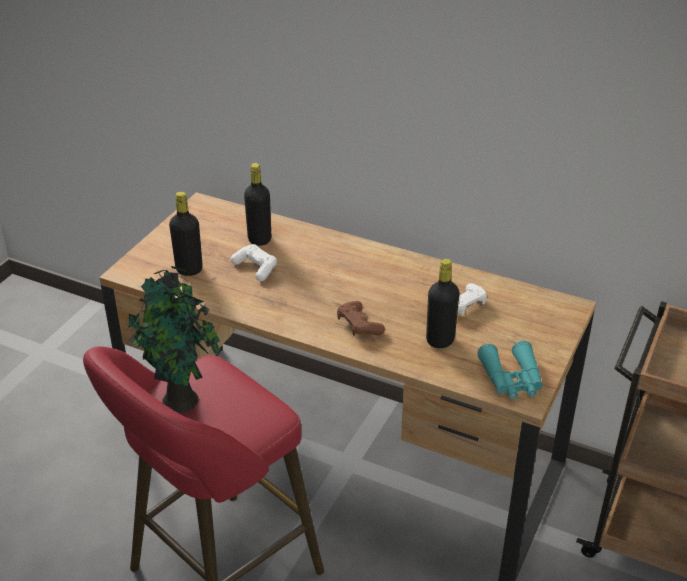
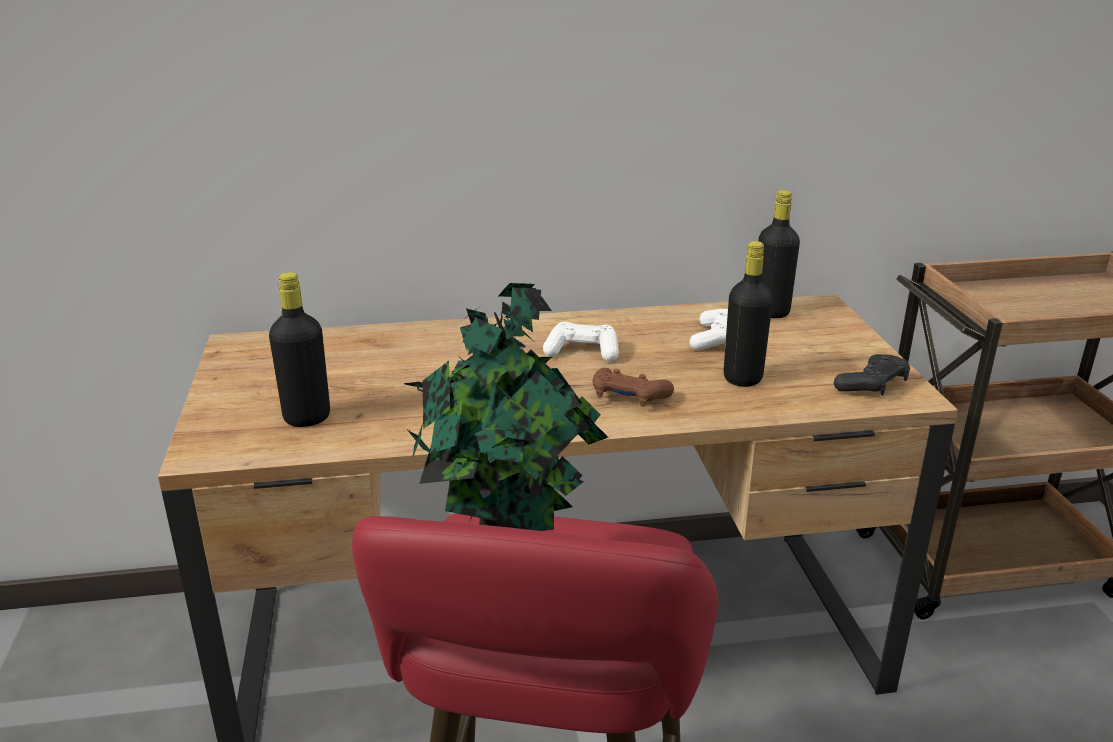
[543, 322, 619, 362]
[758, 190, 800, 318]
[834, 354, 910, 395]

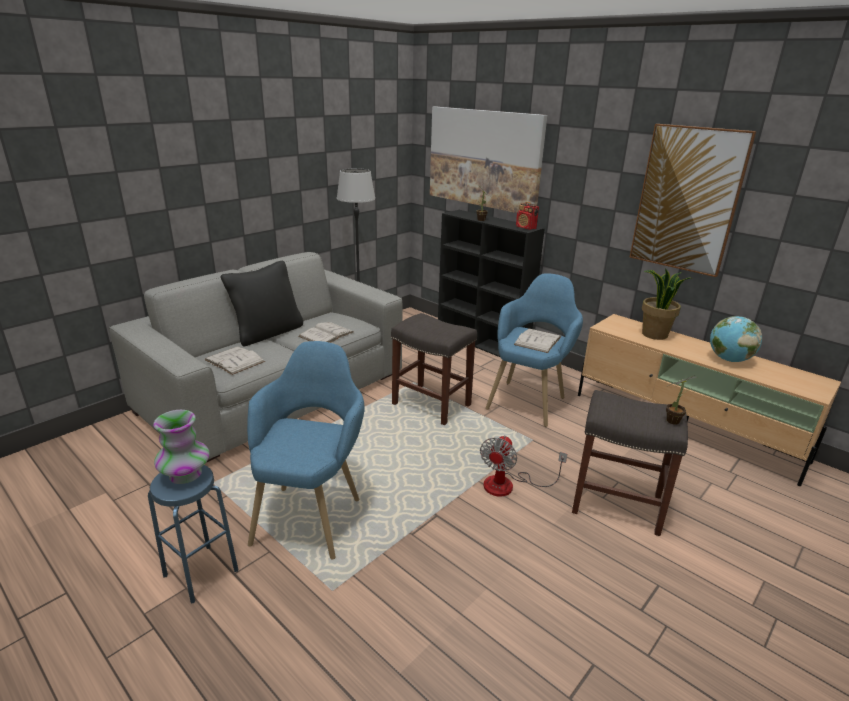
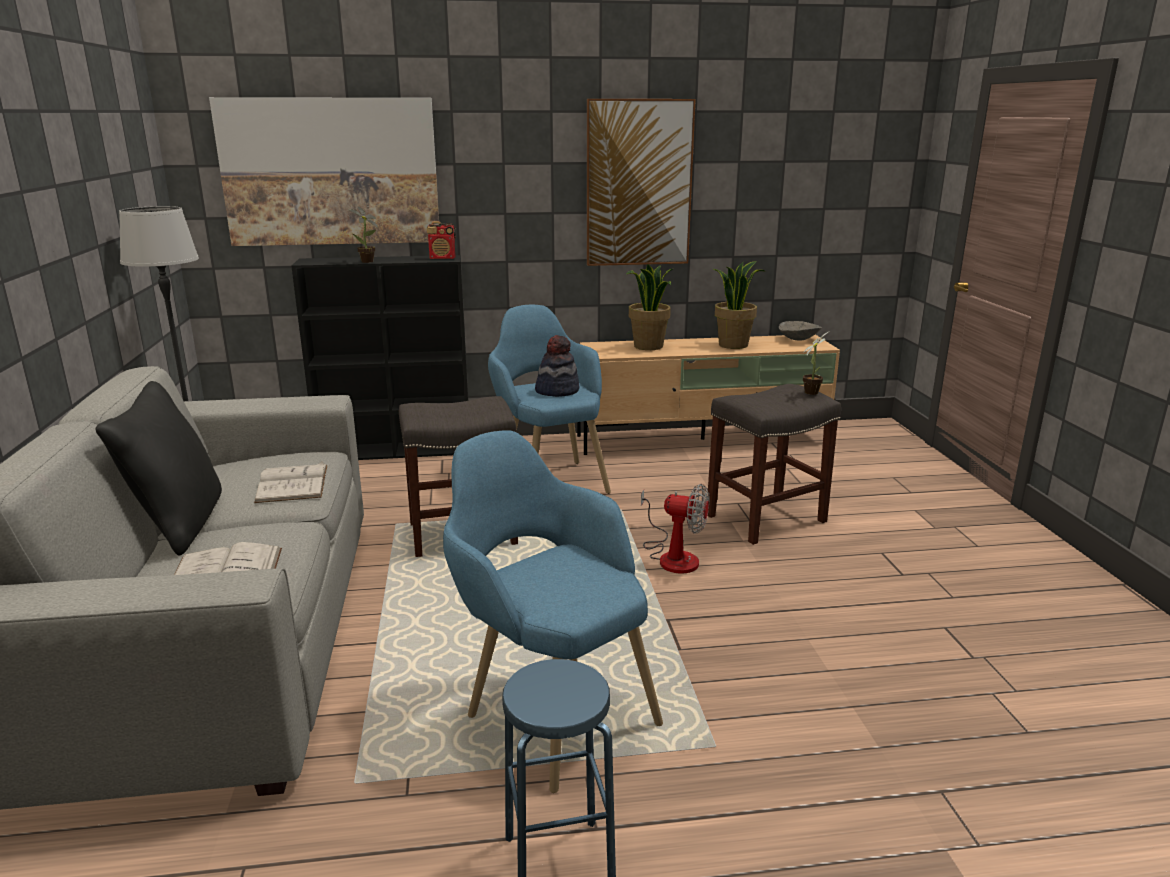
[153, 410, 210, 484] (first image)
[779, 321, 822, 340]
[535, 335, 579, 397]
[713, 261, 764, 349]
[641, 484, 709, 574]

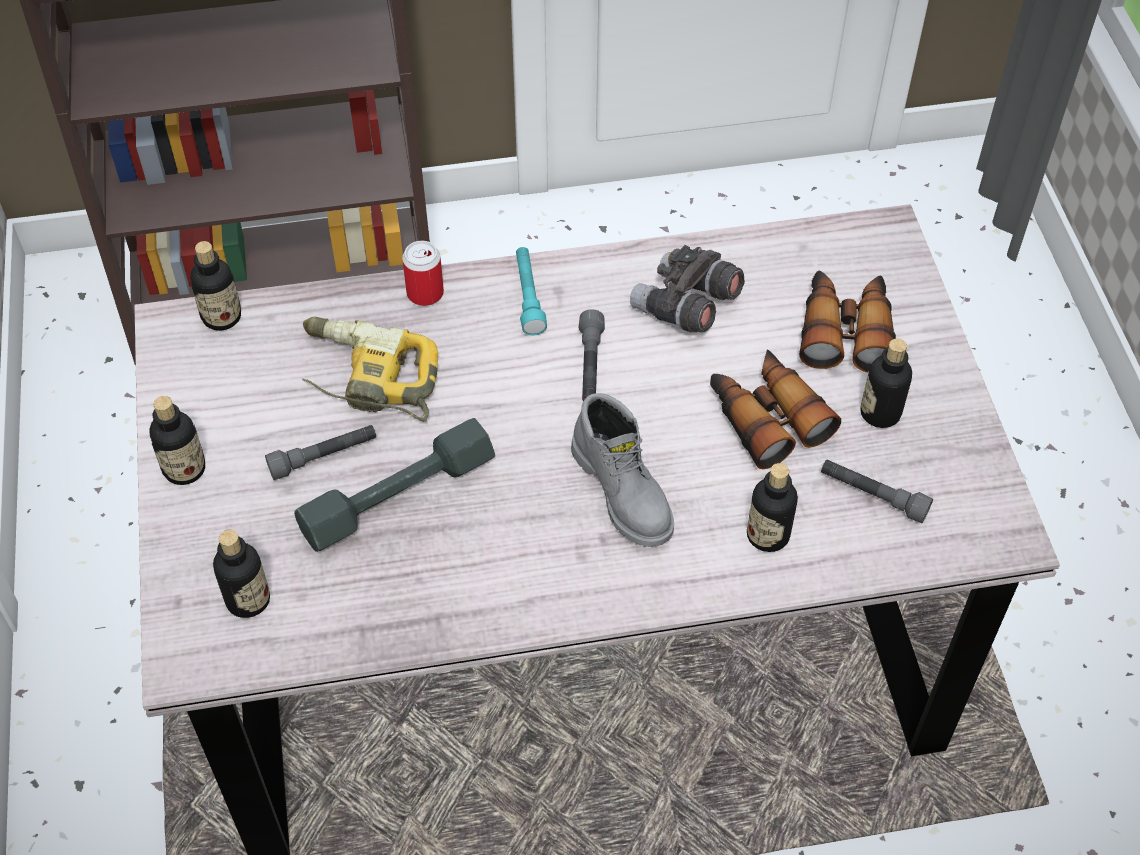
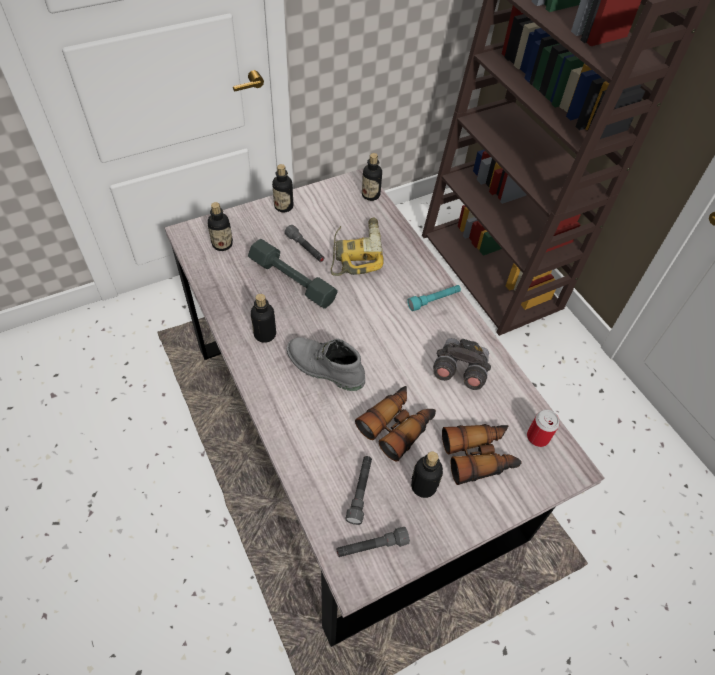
[527, 410, 560, 447]
[336, 527, 410, 557]
[251, 294, 276, 343]
[287, 337, 365, 391]

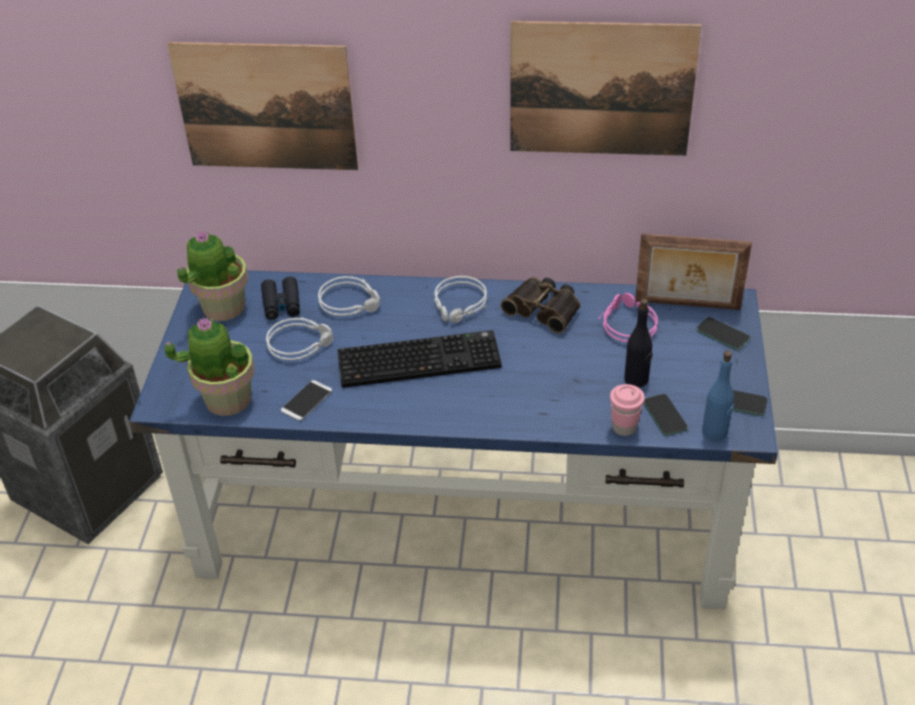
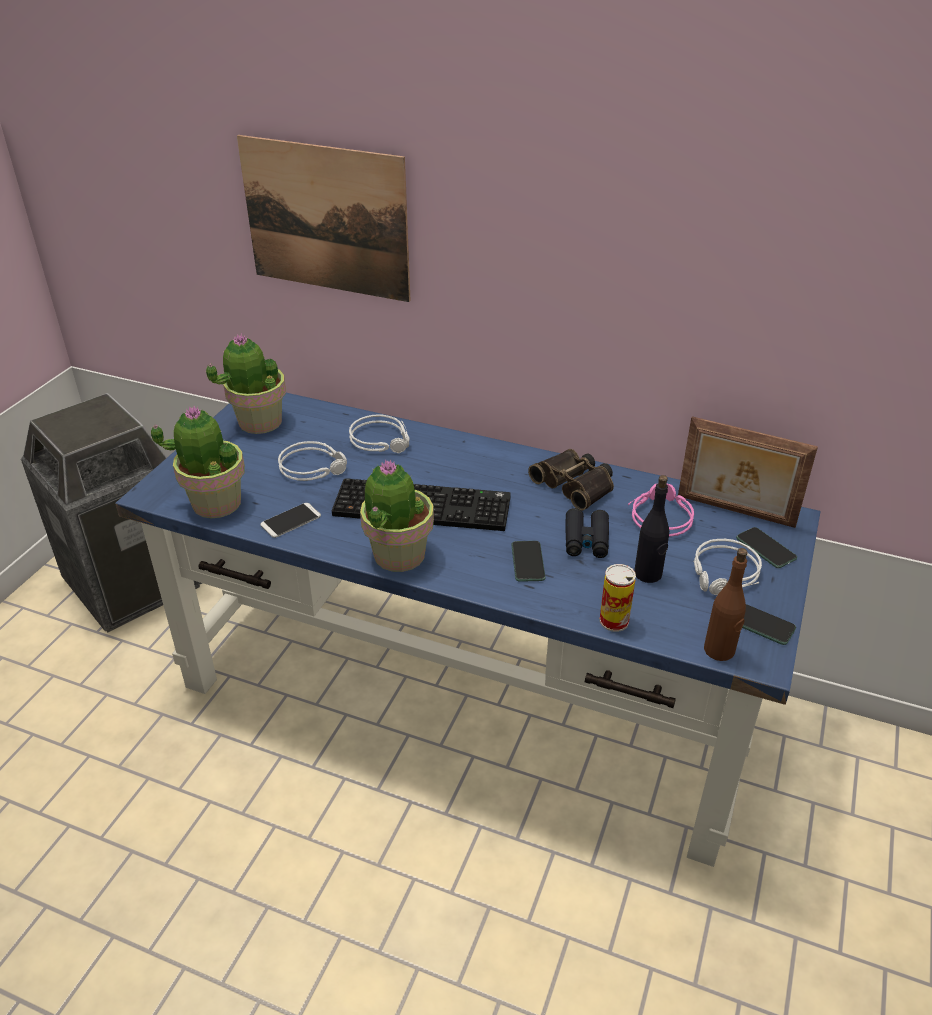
[510, 21, 702, 156] (first image)
[360, 459, 434, 572]
[565, 508, 609, 558]
[693, 539, 762, 595]
[511, 541, 545, 582]
[600, 564, 636, 632]
[704, 548, 747, 661]

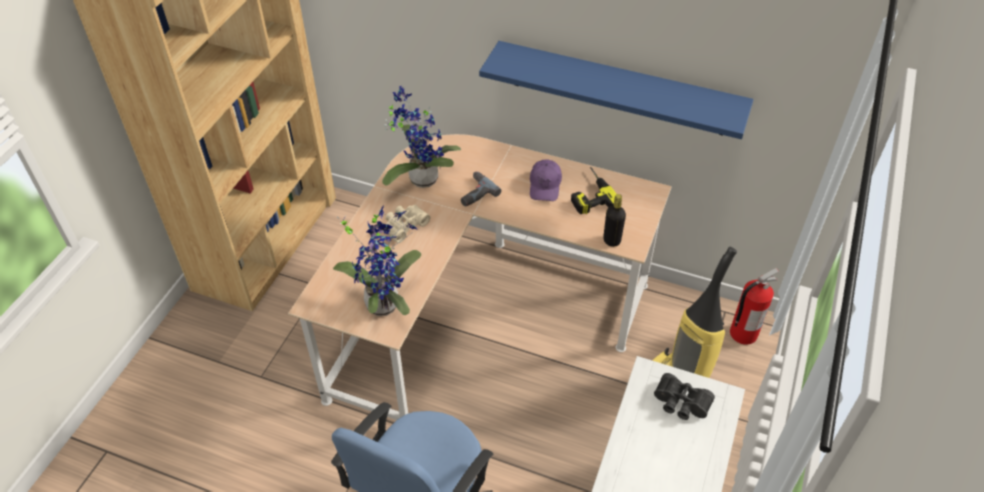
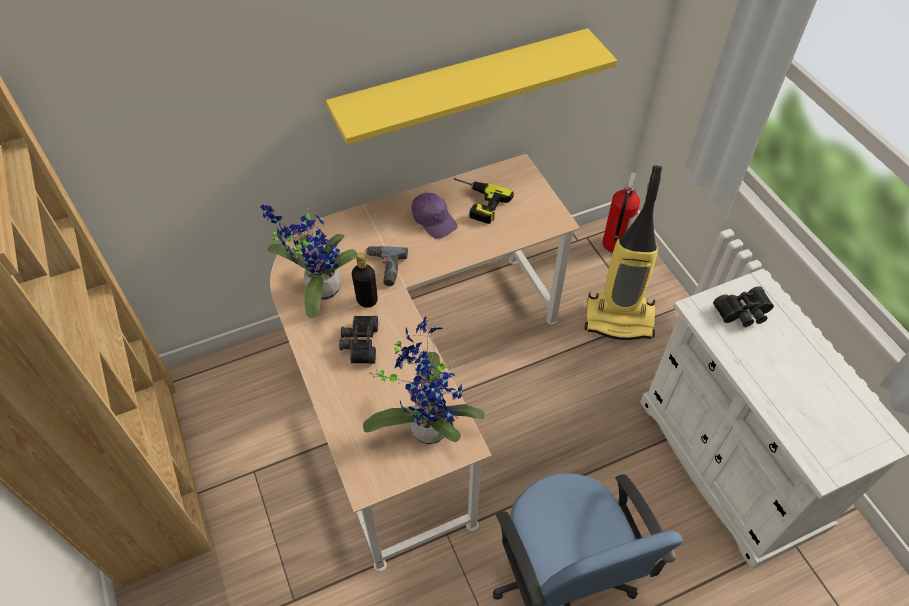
[352, 253, 378, 308]
[339, 316, 378, 364]
[326, 28, 617, 145]

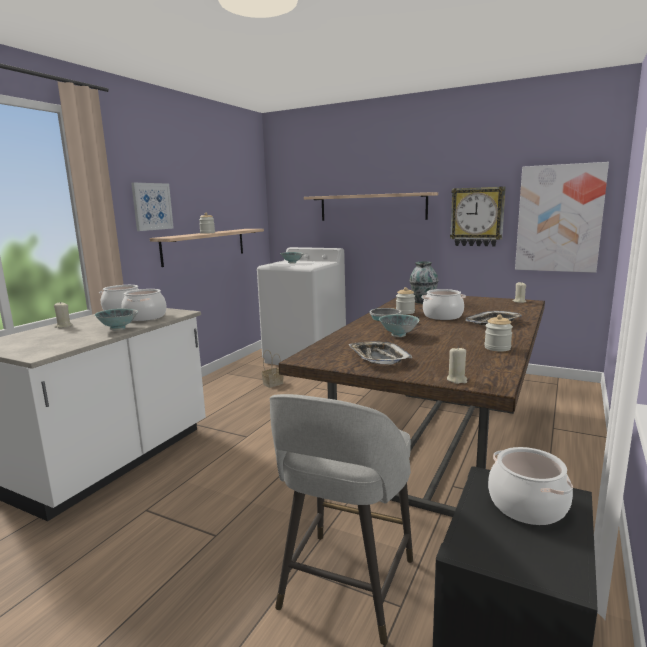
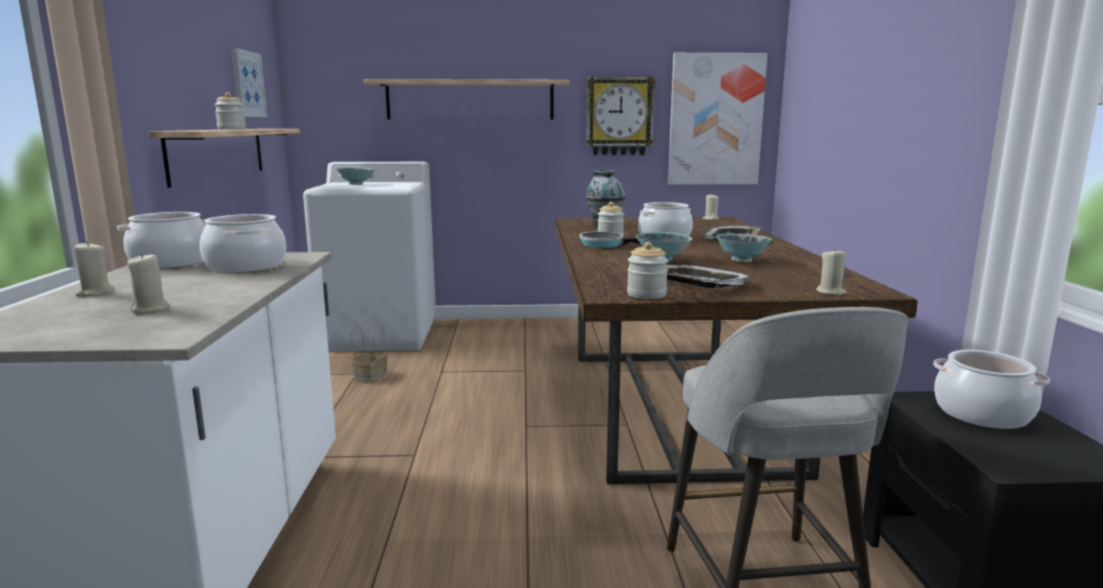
[127, 253, 170, 313]
[716, 234, 772, 262]
[231, 48, 267, 117]
[627, 242, 668, 299]

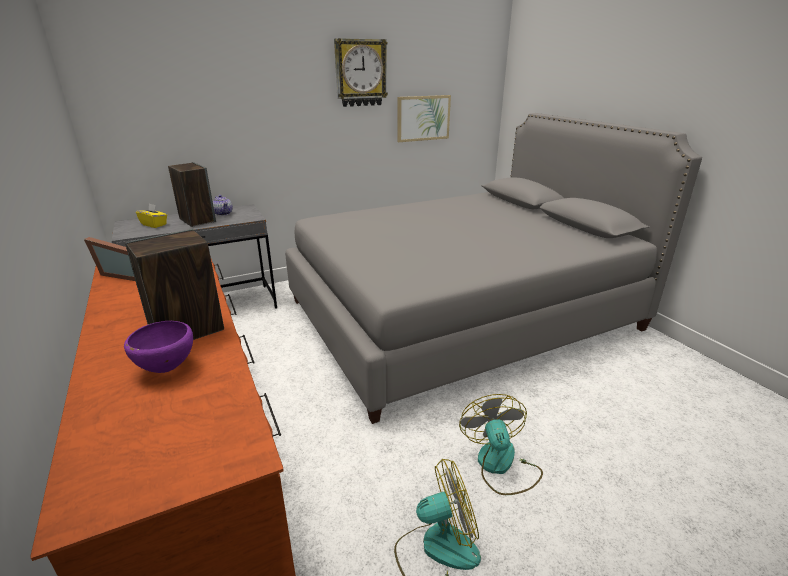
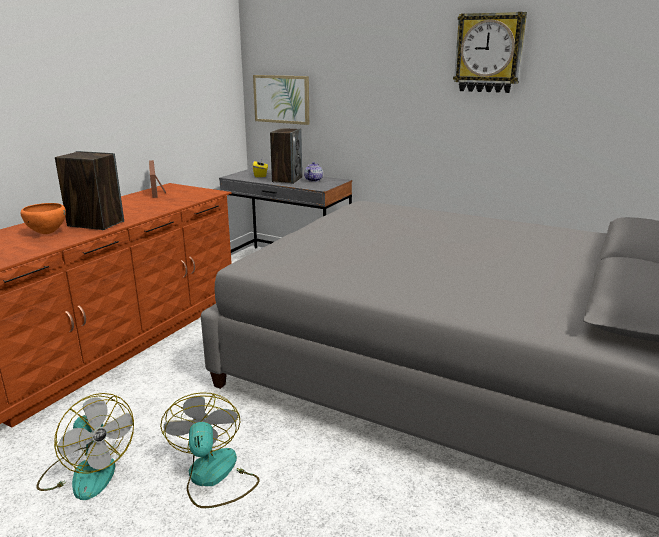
[253, 75, 309, 125]
[21, 203, 66, 234]
[160, 392, 260, 508]

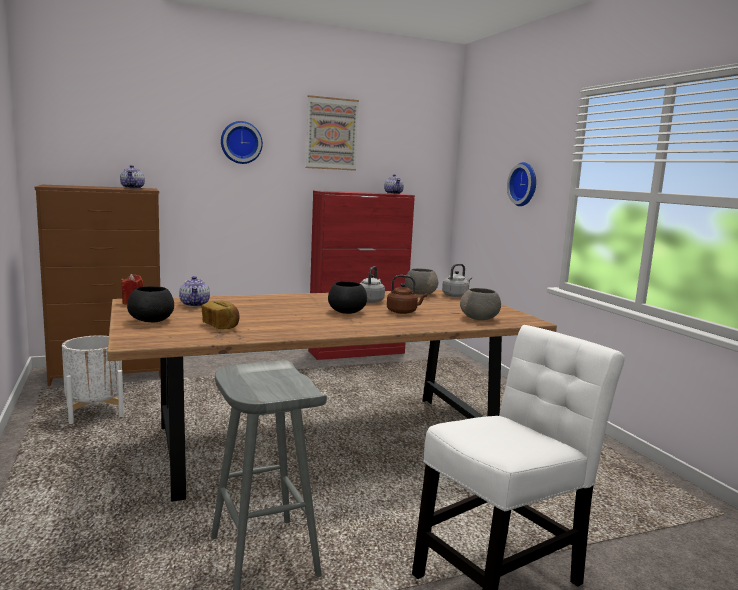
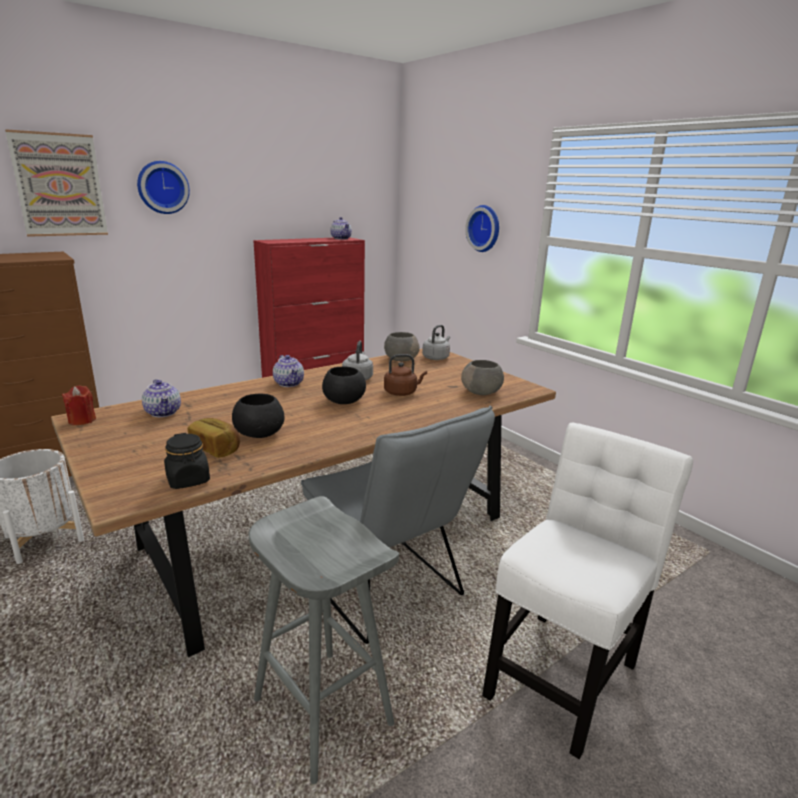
[164, 433, 210, 489]
[301, 406, 495, 644]
[273, 355, 304, 387]
[232, 394, 284, 438]
[5, 129, 108, 237]

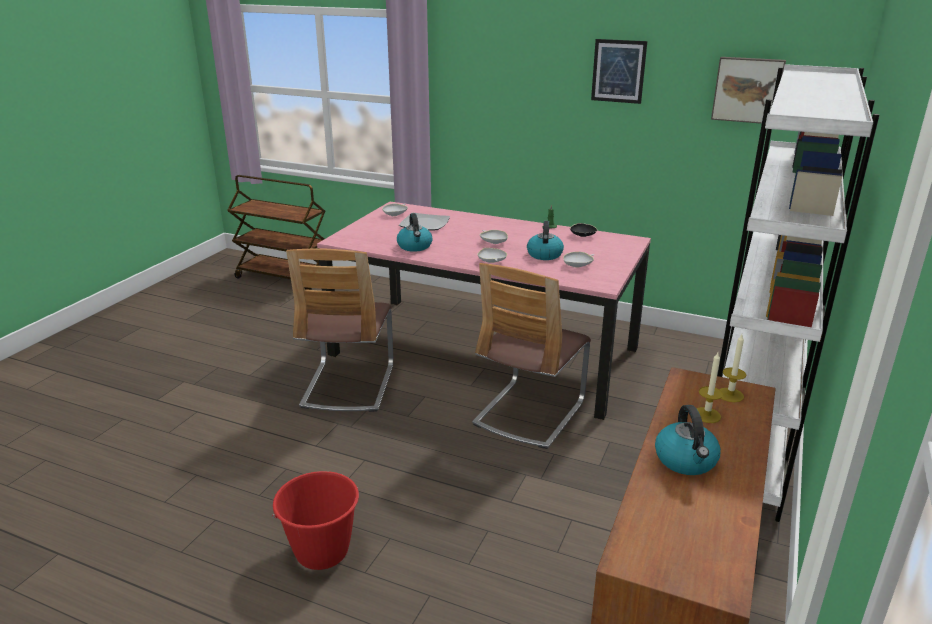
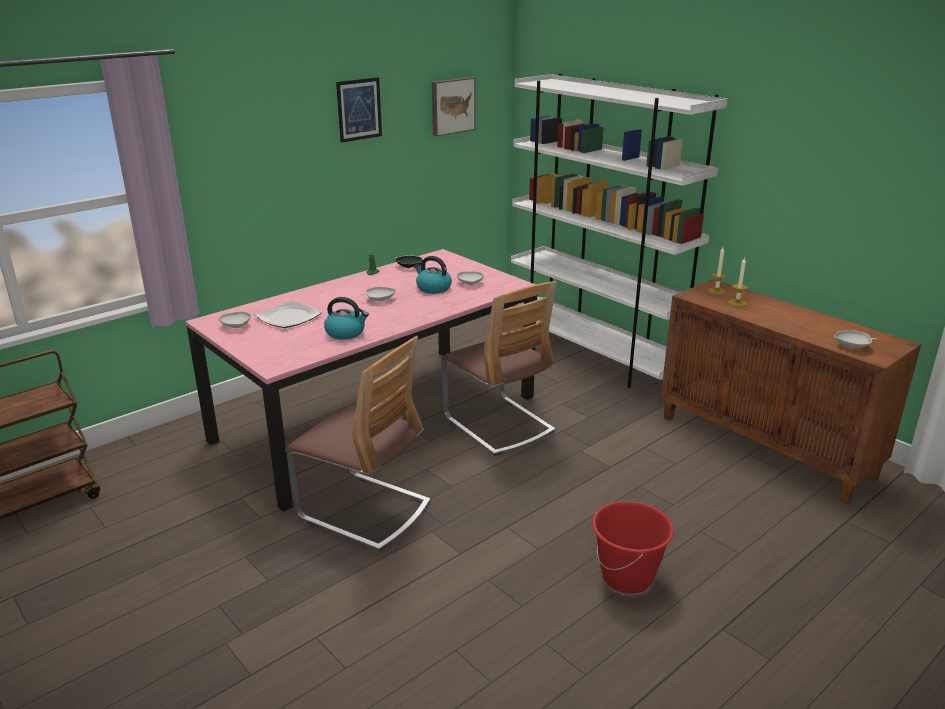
[655, 405, 721, 475] (first image)
[834, 330, 877, 348]

